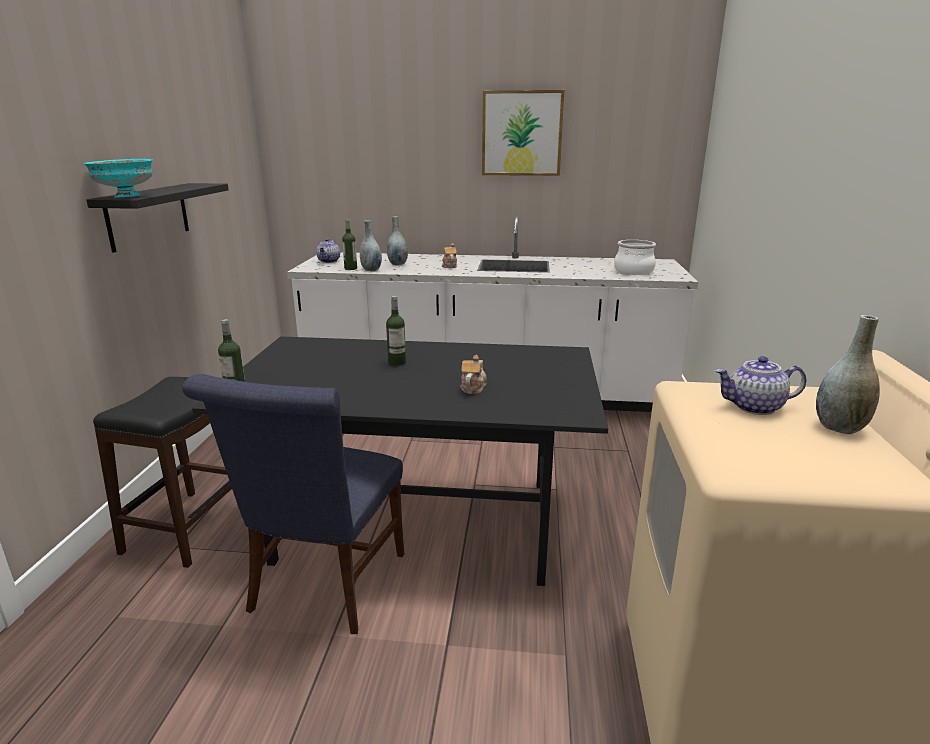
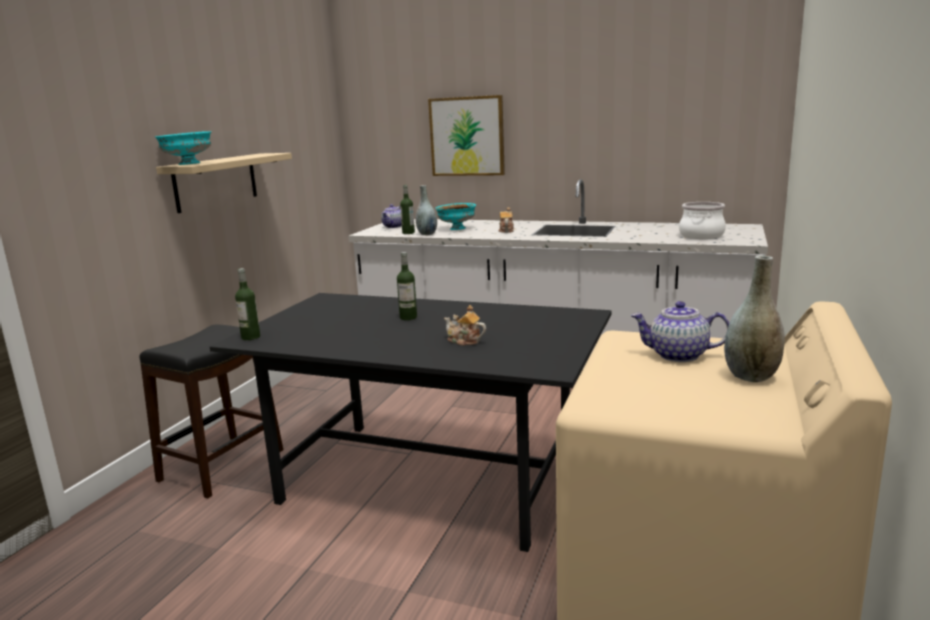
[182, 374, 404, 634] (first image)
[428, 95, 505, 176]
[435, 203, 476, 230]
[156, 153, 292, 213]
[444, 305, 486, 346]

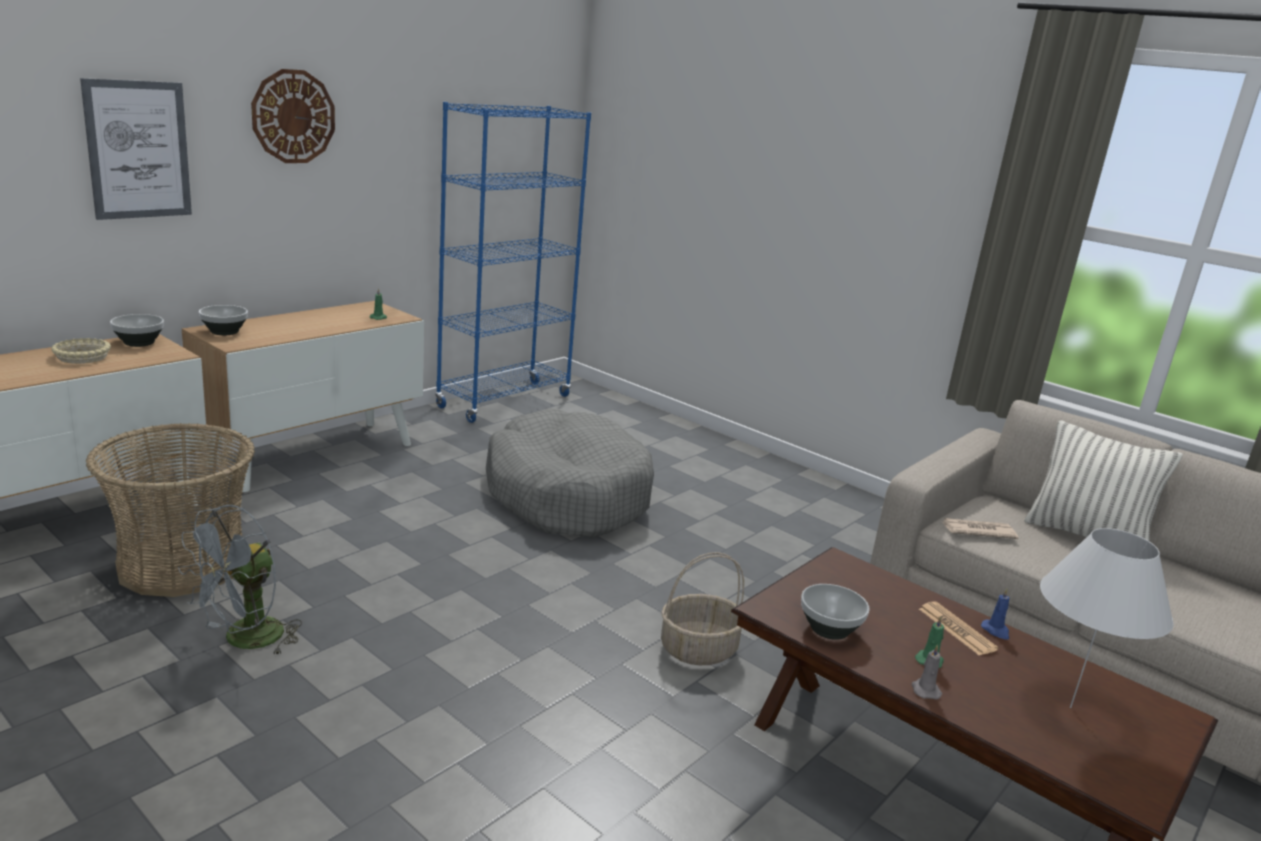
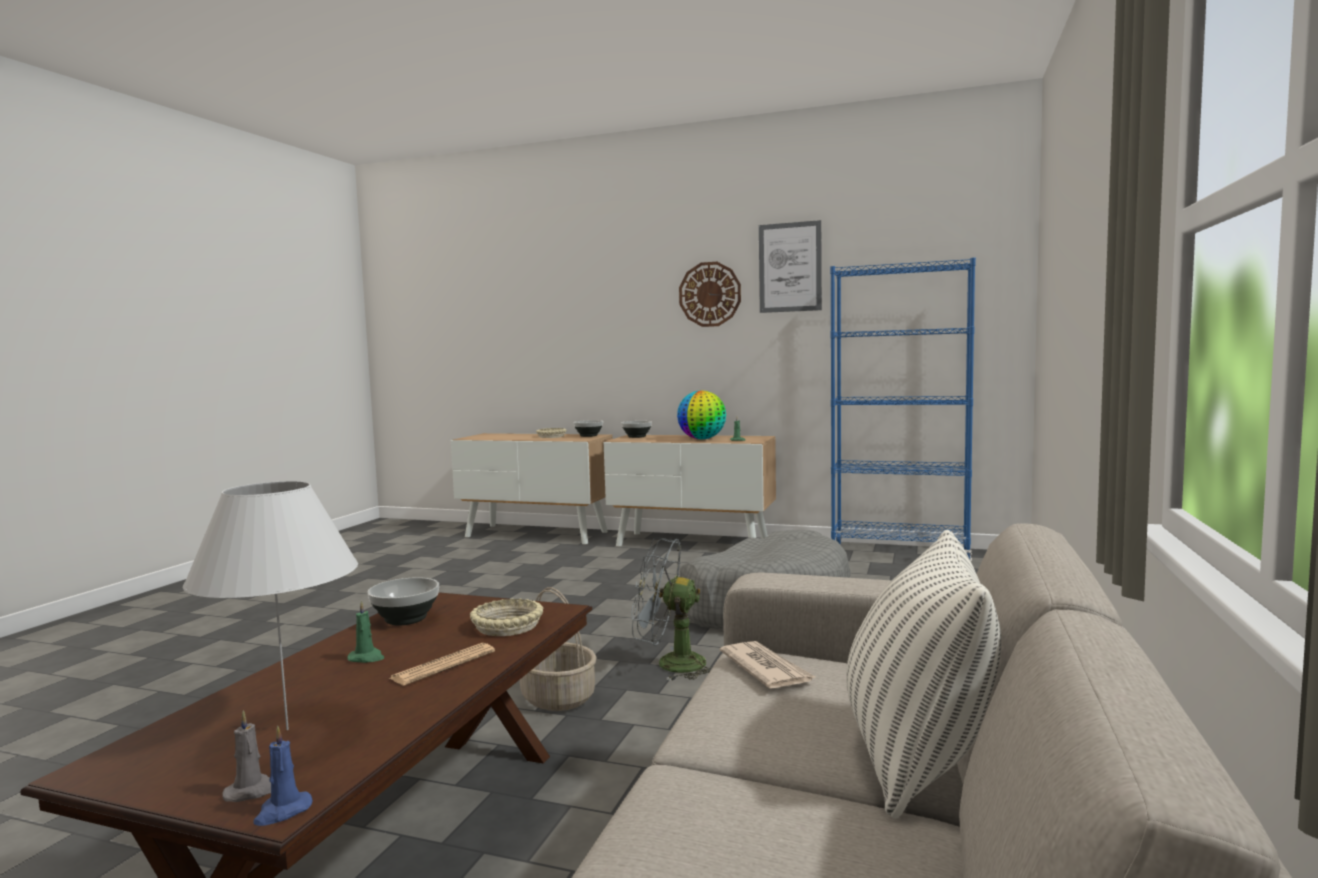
[85, 423, 255, 597] (first image)
[470, 598, 543, 636]
[677, 390, 726, 439]
[759, 220, 822, 313]
[631, 537, 712, 681]
[222, 710, 271, 802]
[253, 725, 313, 826]

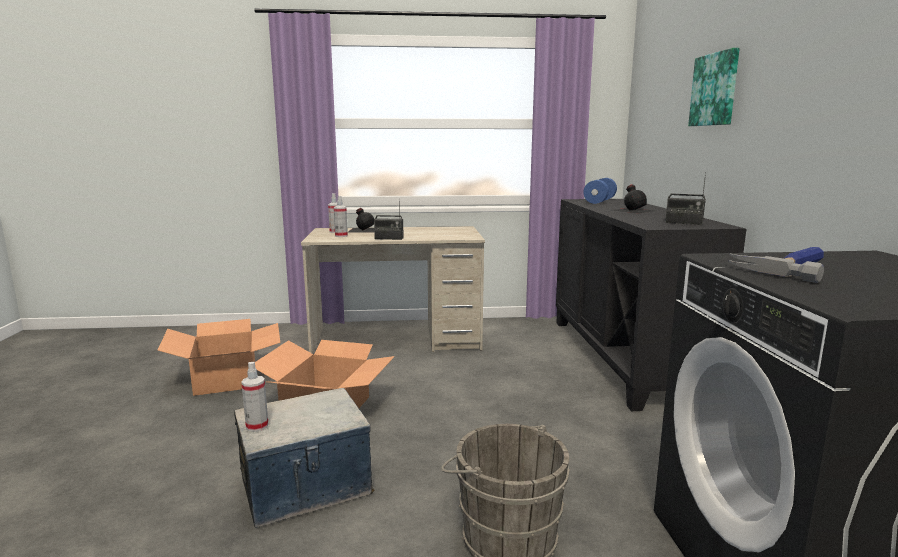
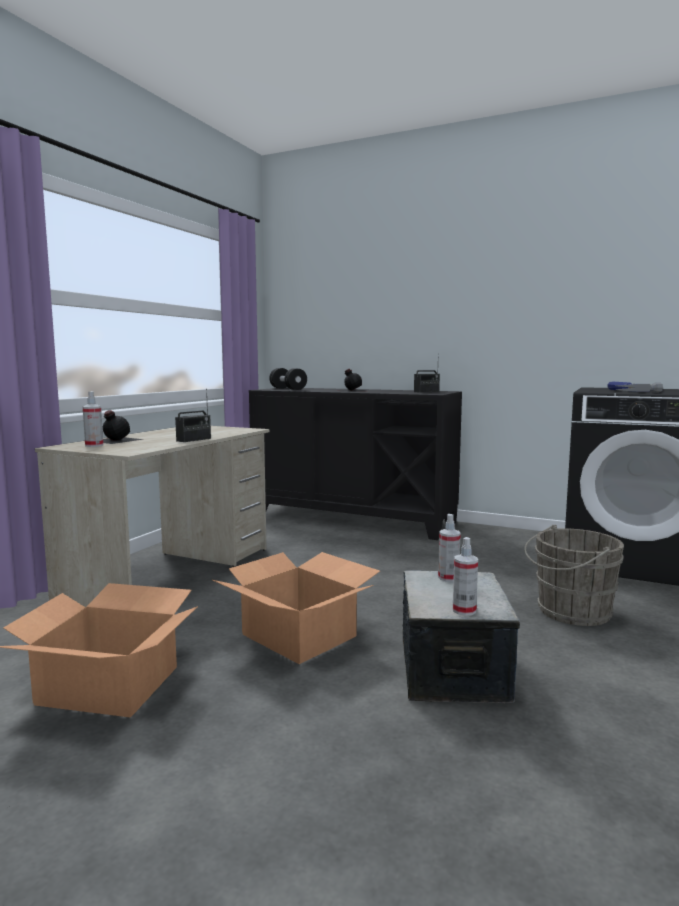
[688, 48, 740, 126] (first image)
[438, 514, 461, 582]
[269, 368, 307, 390]

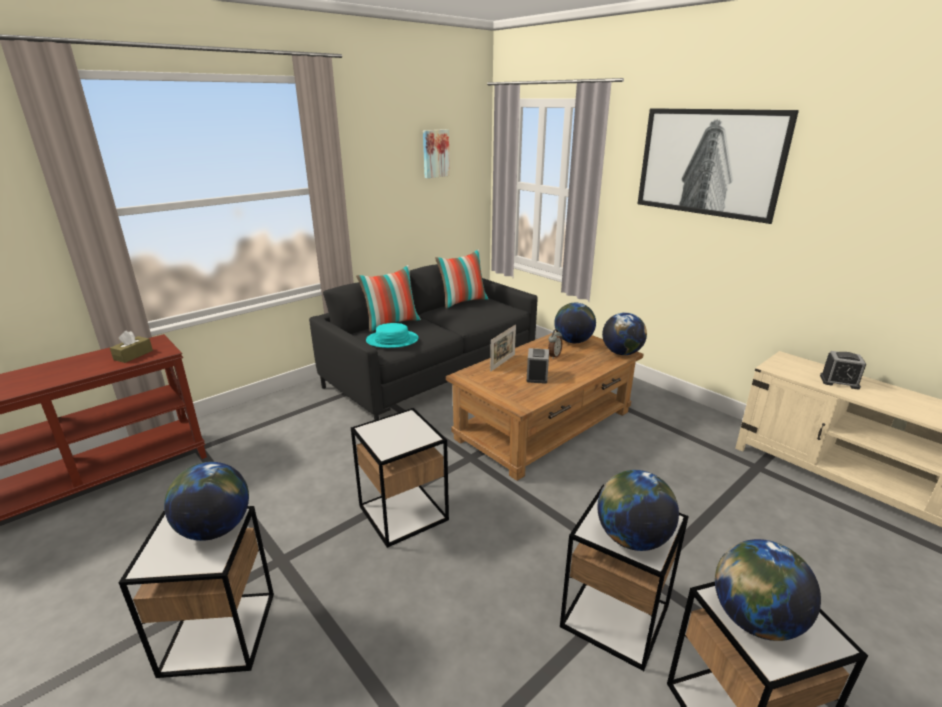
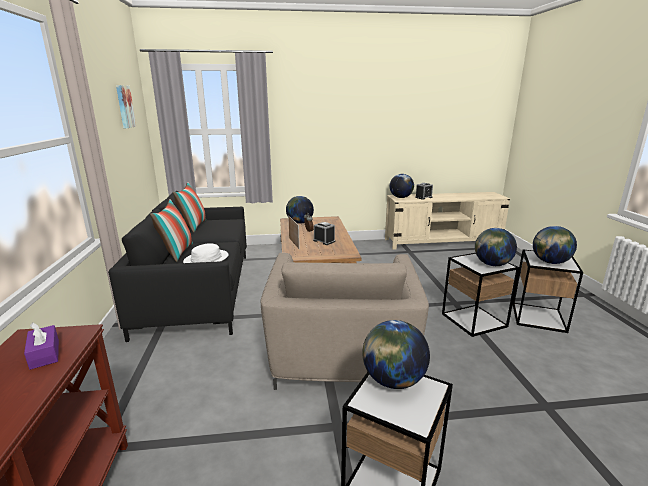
[638, 108, 799, 224] (first image)
[389, 174, 414, 198]
[261, 253, 429, 390]
[24, 322, 59, 370]
[183, 243, 229, 263]

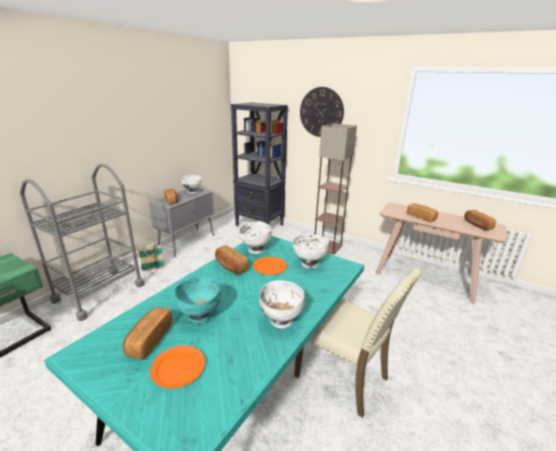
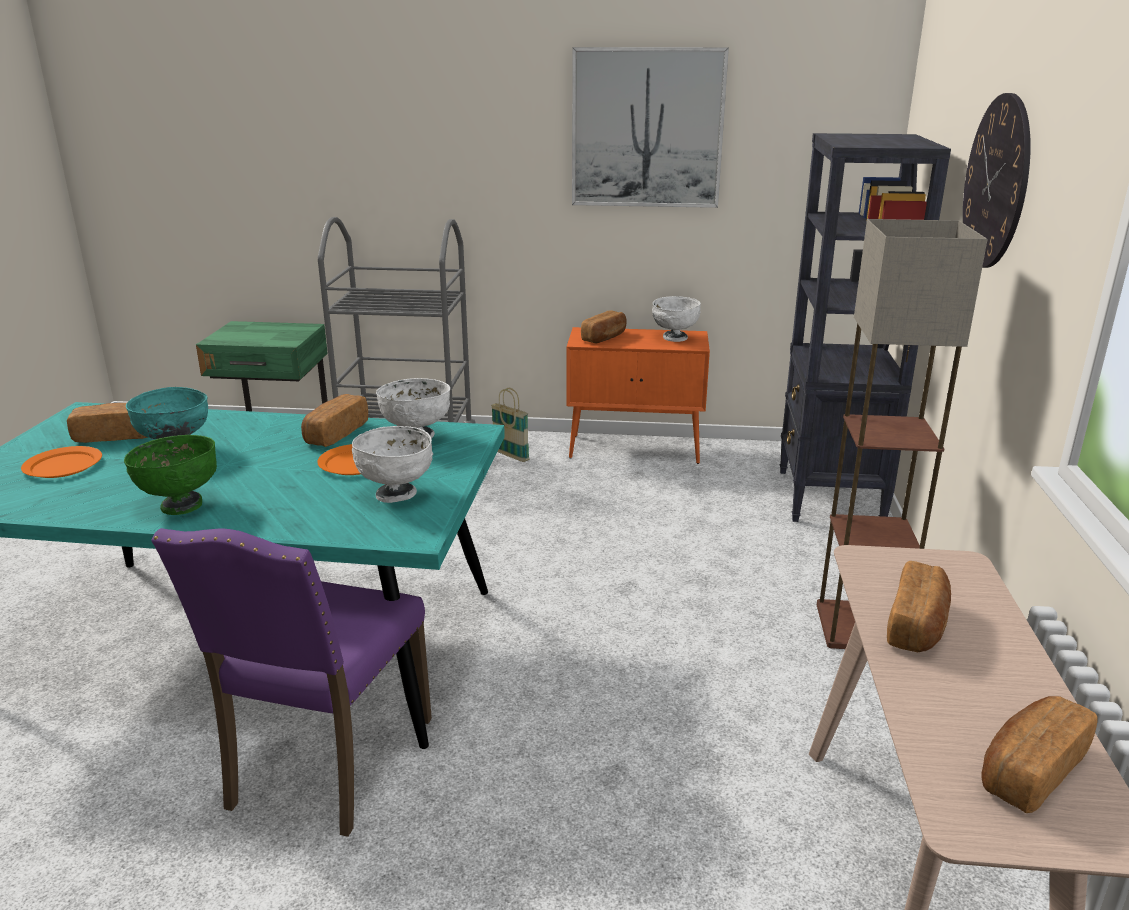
[572, 47, 729, 208]
[566, 327, 710, 464]
[124, 435, 217, 515]
[151, 528, 432, 837]

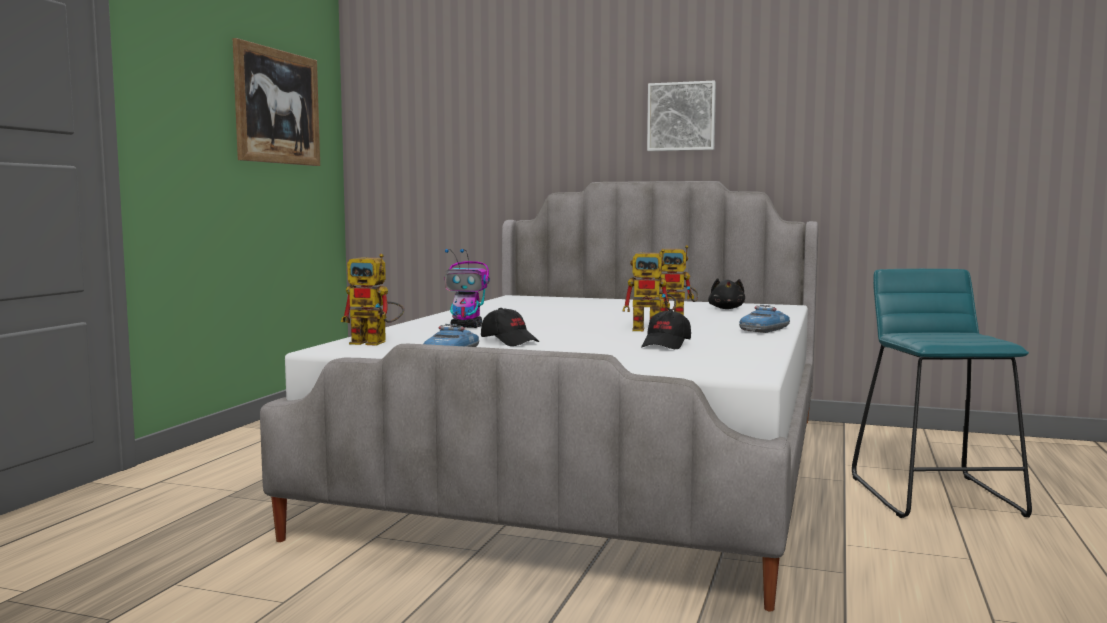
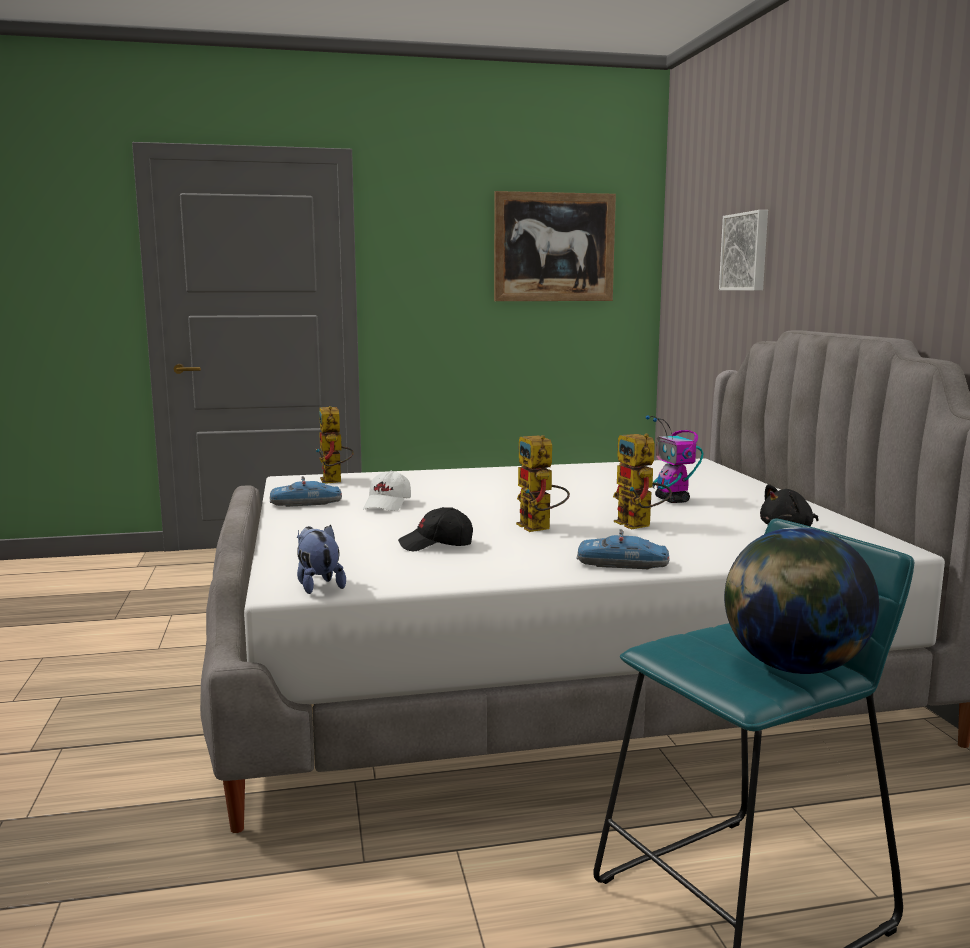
[297, 525, 346, 594]
[724, 527, 879, 674]
[646, 415, 703, 503]
[719, 210, 768, 291]
[363, 471, 411, 511]

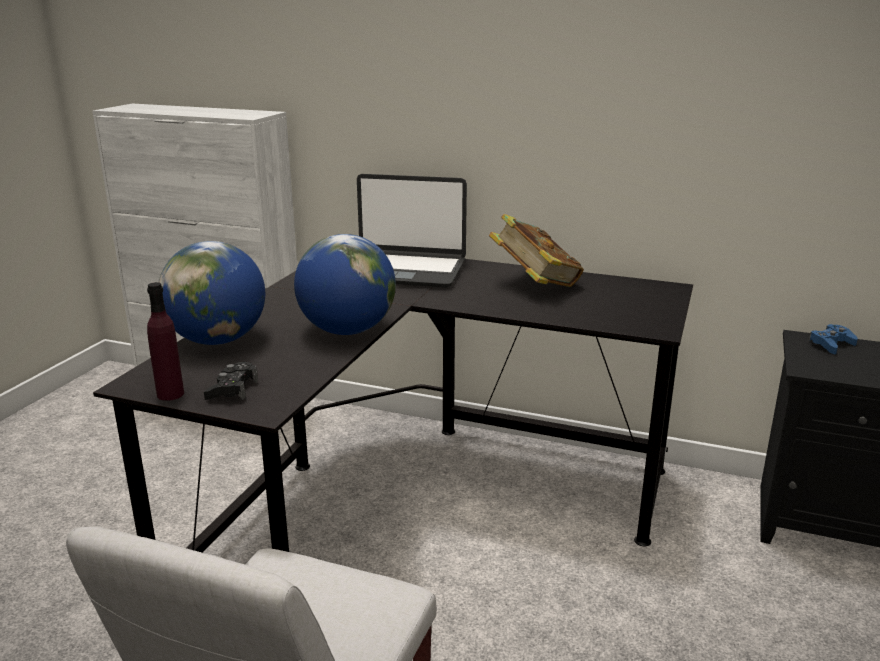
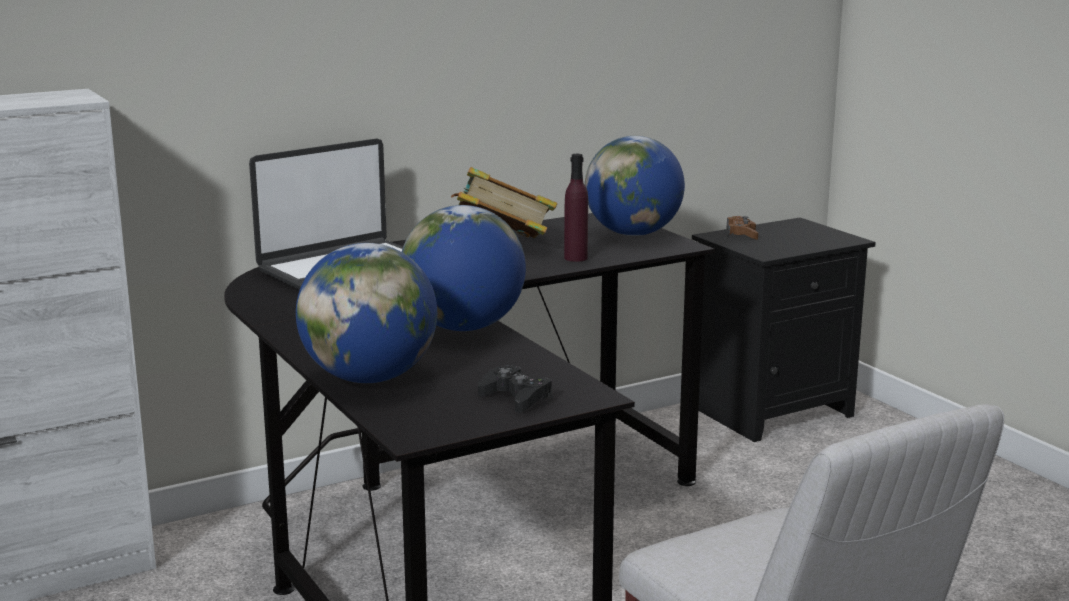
[585, 136, 685, 236]
[564, 154, 588, 262]
[727, 216, 758, 240]

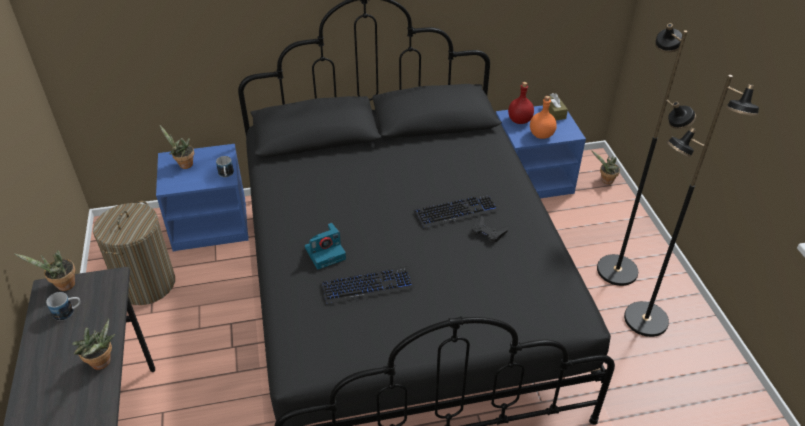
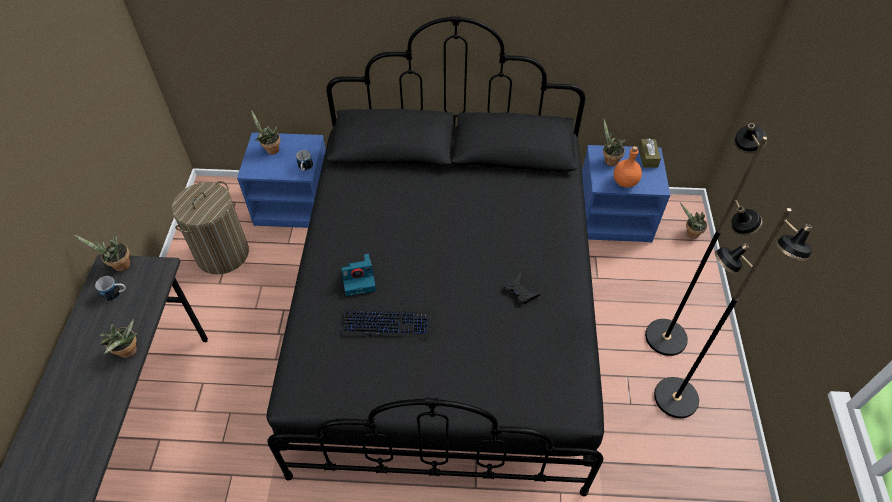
[415, 193, 499, 229] (first image)
[602, 119, 625, 166]

